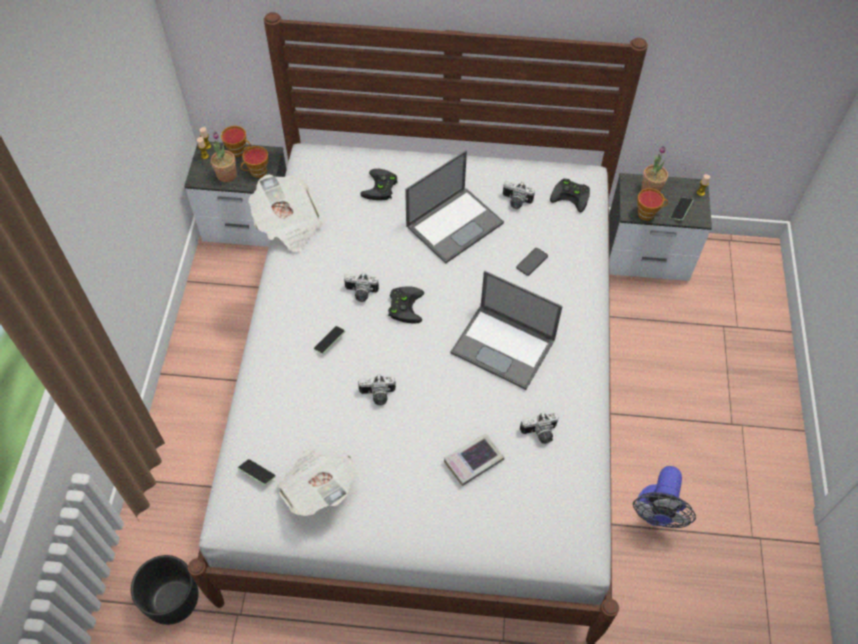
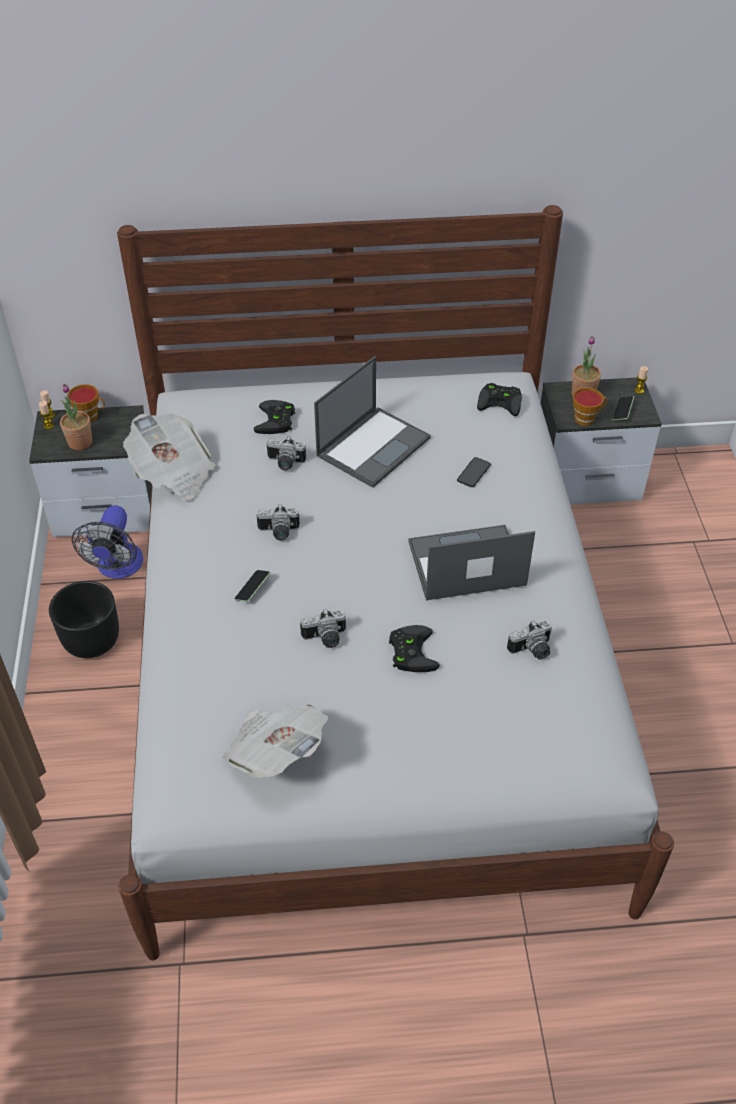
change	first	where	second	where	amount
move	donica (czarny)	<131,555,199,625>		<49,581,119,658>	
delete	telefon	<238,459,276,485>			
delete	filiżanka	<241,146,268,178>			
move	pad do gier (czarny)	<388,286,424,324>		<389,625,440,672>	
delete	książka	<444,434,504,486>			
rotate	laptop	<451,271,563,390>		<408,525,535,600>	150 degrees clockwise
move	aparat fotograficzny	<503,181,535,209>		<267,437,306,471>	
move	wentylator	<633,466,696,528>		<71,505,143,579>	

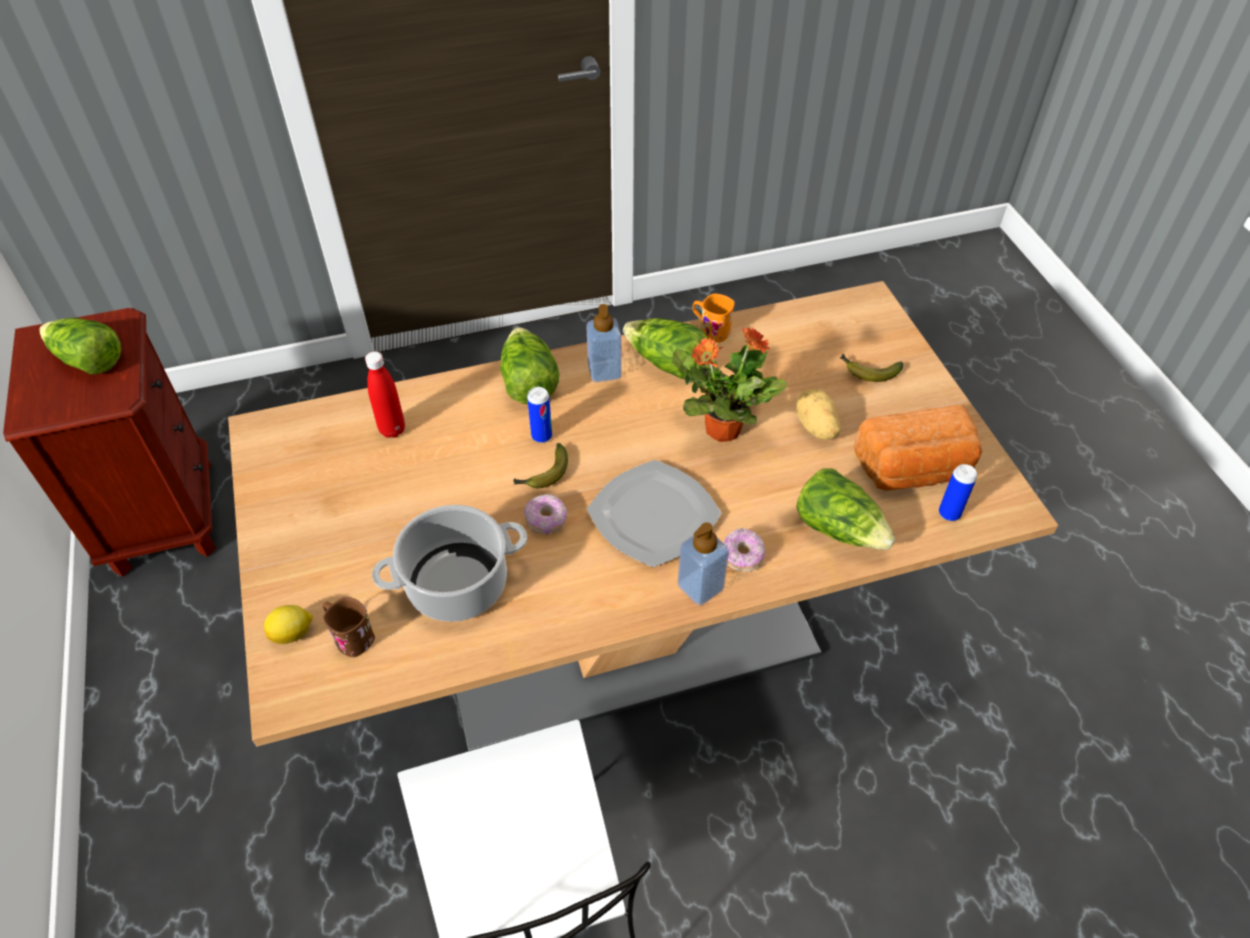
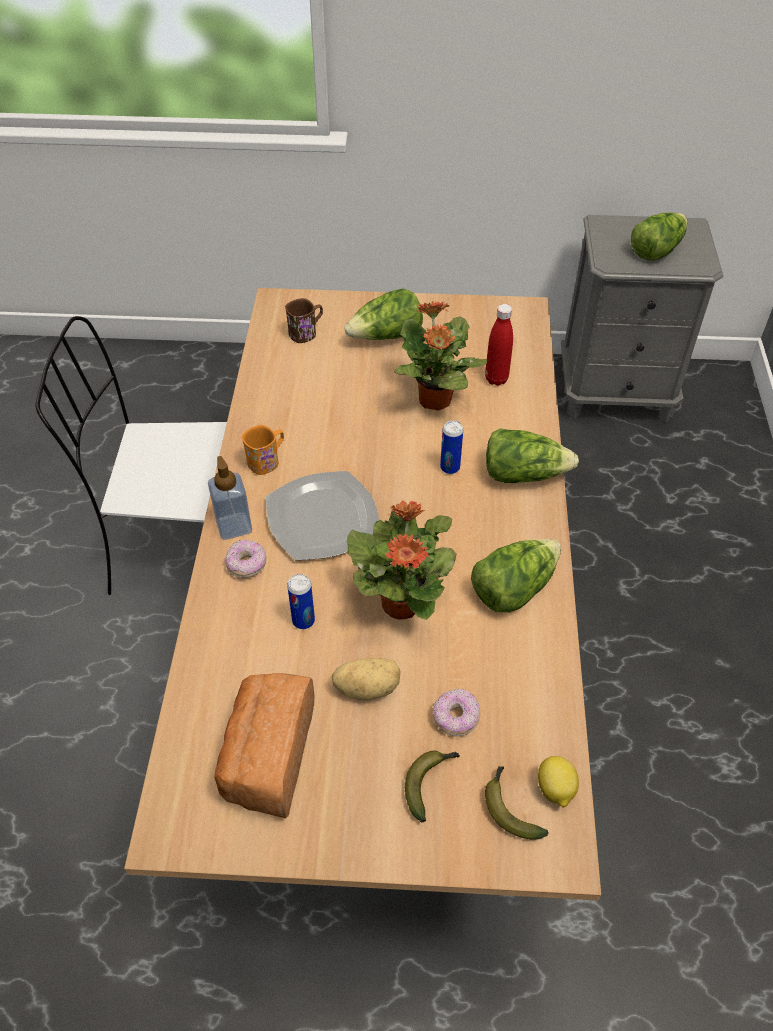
change	first	where	second	where	amount
recolor	szafka nocna (brązowy)	<3,308,216,576>	szafka nocna (szary)	<561,215,723,422>	
move	cytryna	<264,605,313,644>		<538,756,579,808>	
delete	garnek	<372,505,527,622>			
move	banan	<513,443,568,488>		<485,766,549,840>	
move	donut	<524,494,568,535>		<433,689,480,737>	
delete	dozownik mydła	<586,304,622,382>			
move	kubek (pomarańczowy)	<693,294,735,342>		<242,425,284,475>	
move	sałata	<796,468,895,550>		<344,288,423,340>	
move	puszka	<939,464,977,521>		<287,574,315,629>	
insert			roślina doniczkowa	<394,302,487,410>	

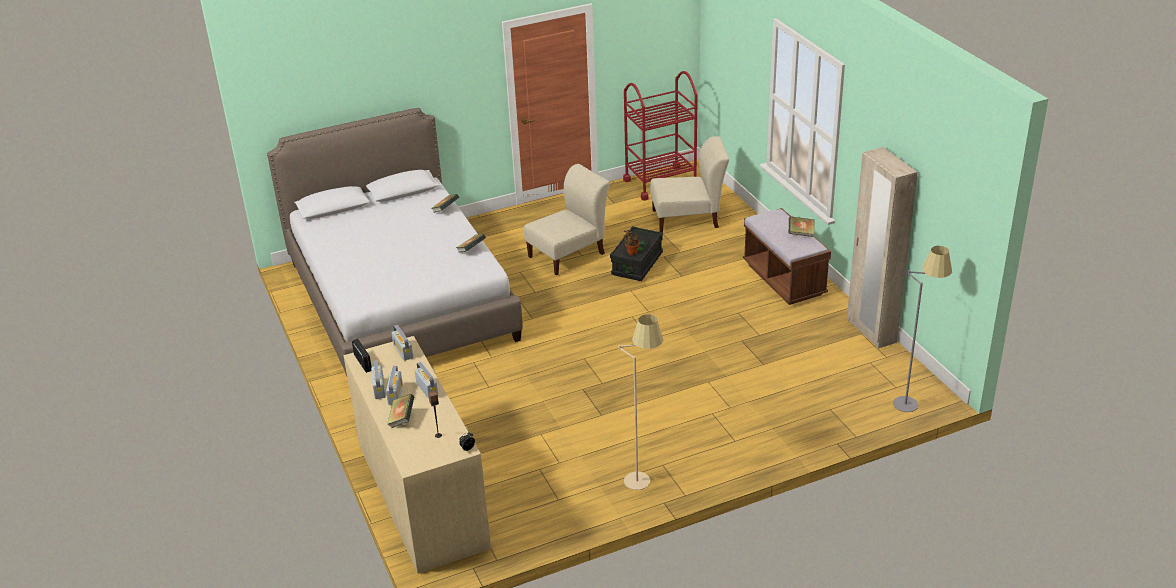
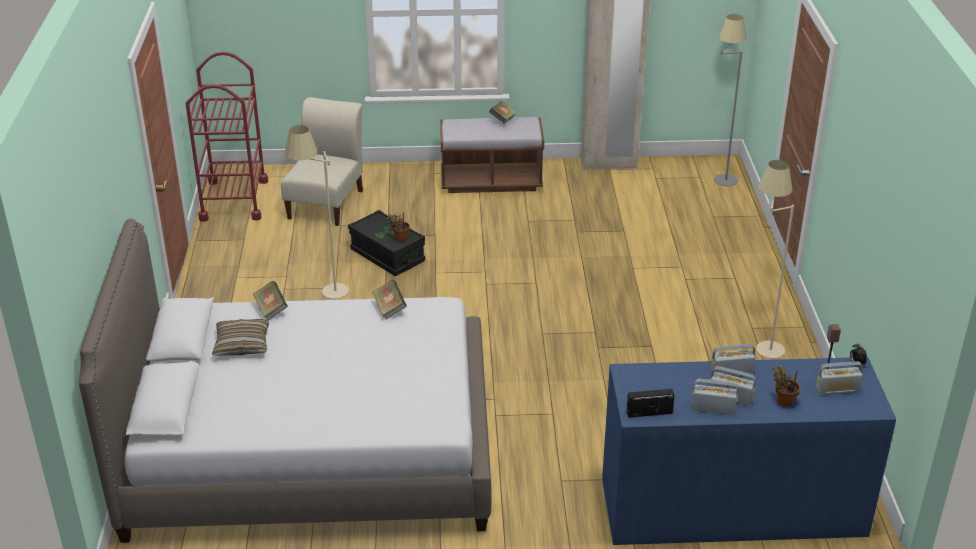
change	first	where	second	where	amount
recolor	komoda (beżowy)	<344,336,491,574>	komoda (niebieski)	<602,357,896,545>	
replace	książka	<387,394,414,428>	roślina doniczkowa	<772,364,800,406>	
move	radio	<392,325,413,361>		<816,361,863,395>	
replace	krzesło (beżowy)	<524,164,610,275>	lampa stojąca (beżowy)	<285,125,349,299>	
insert			poduszka	<212,319,269,356>	

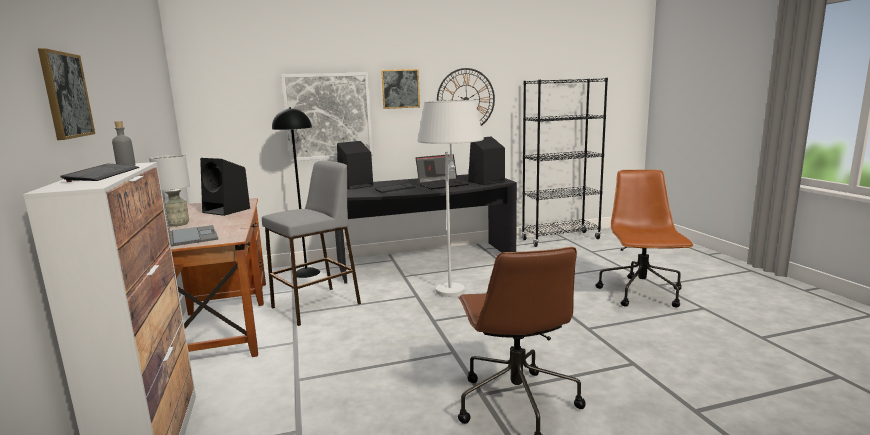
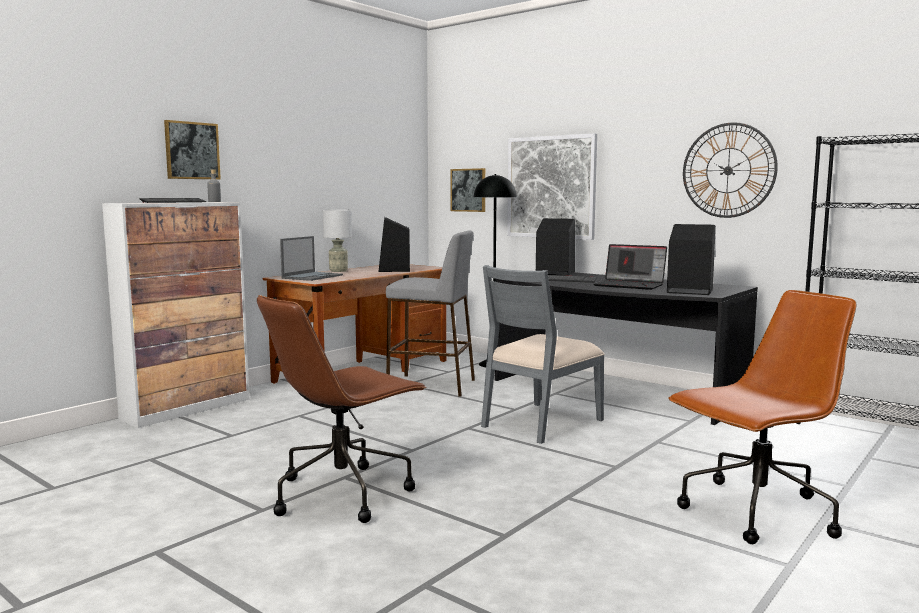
change	first	where	second	where	amount
move	obraz	<381,69,420,109>		<450,168,485,212>	
replace	lampa stojąca (biały)	<418,100,484,297>	krzesło (szary)	<481,265,605,444>	

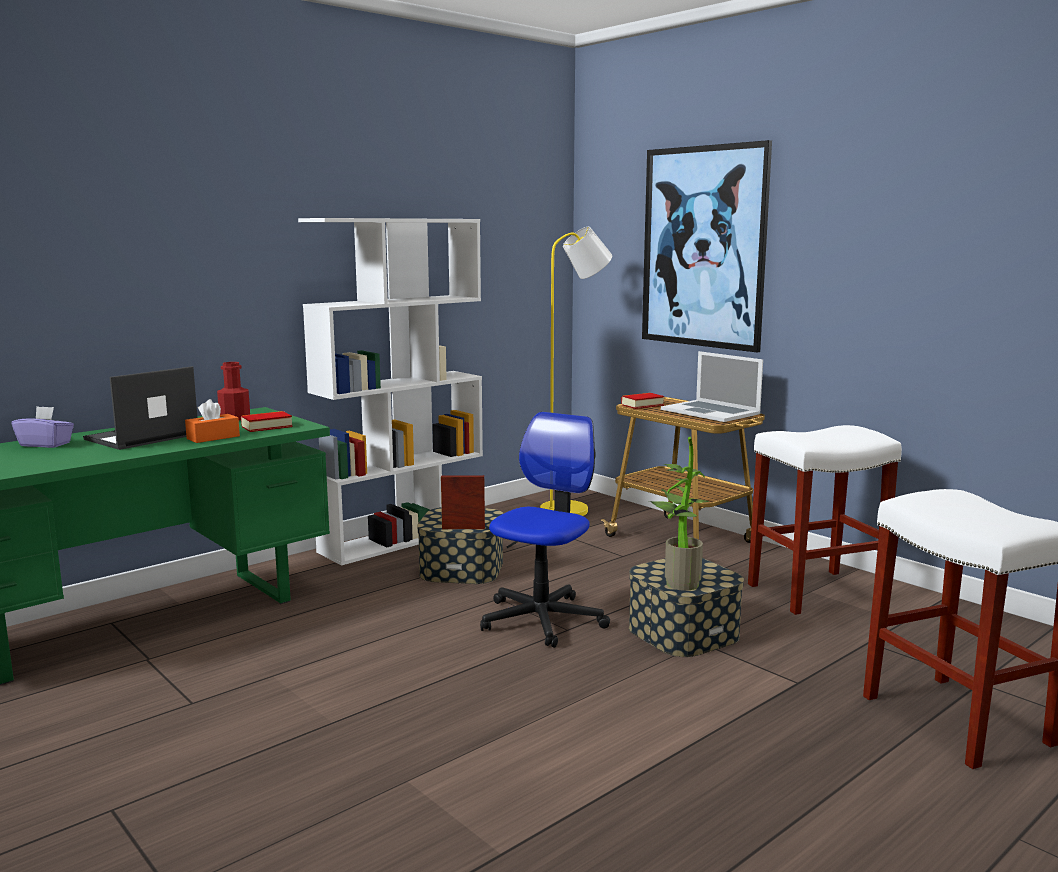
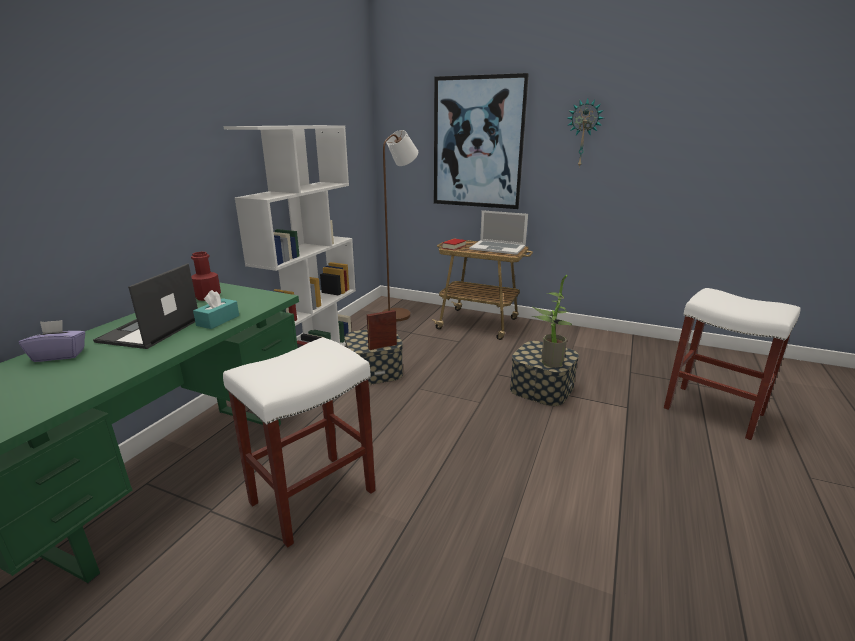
change	first	where	second	where	amount
recolor	pudełko chusteczek (pomarańczowy)	<185,399,240,443>	pudełko chusteczek (turkusowy)	<193,290,239,329>	
delete	książka	<241,411,293,432>			
delete	krzesło biurowe	<480,412,610,648>			
recolor	lampa stojąca (żółty)	<540,227,612,516>	lampa stojąca (brązowy)	<382,130,418,321>	
move	stołek (biały)	<748,425,902,615>		<223,337,376,548>	
insert			zegar ścienny	<567,98,604,167>	

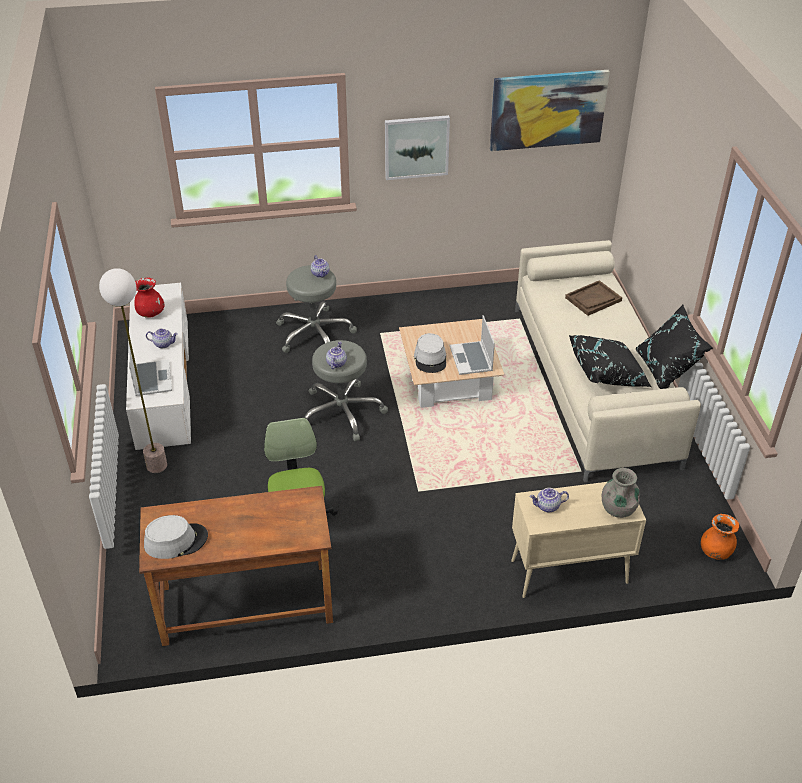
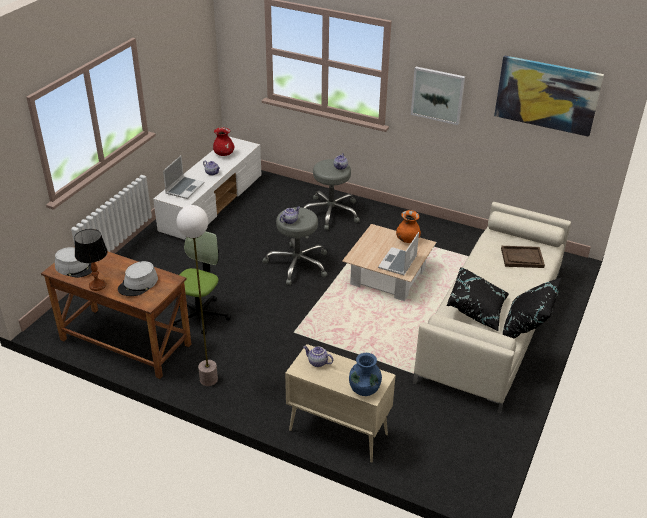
change	first	where	second	where	amount
move	lampa stojąca	<99,268,167,473>		<177,205,218,386>	
move	kapelusz (szary)	<414,333,447,373>		<118,261,158,296>	
recolor	wazon (szary)	<602,468,640,518>	wazon (niebieski)	<349,353,382,396>	
move	wazon (pomarańczowy)	<701,514,739,560>		<396,210,421,243>	
insert			lampa stołowa	<74,229,108,291>	

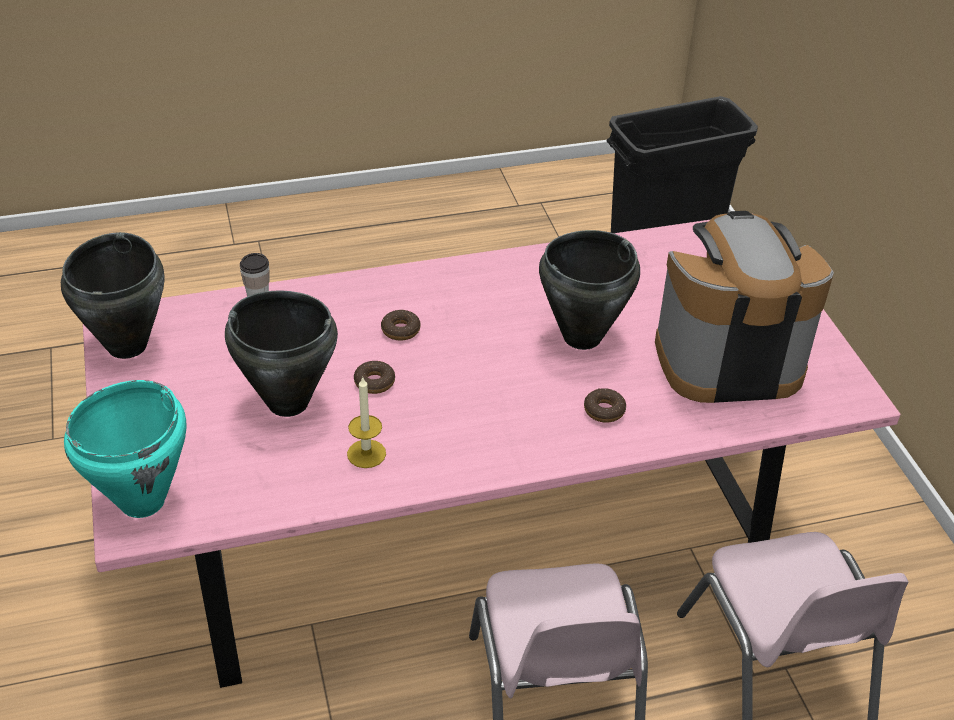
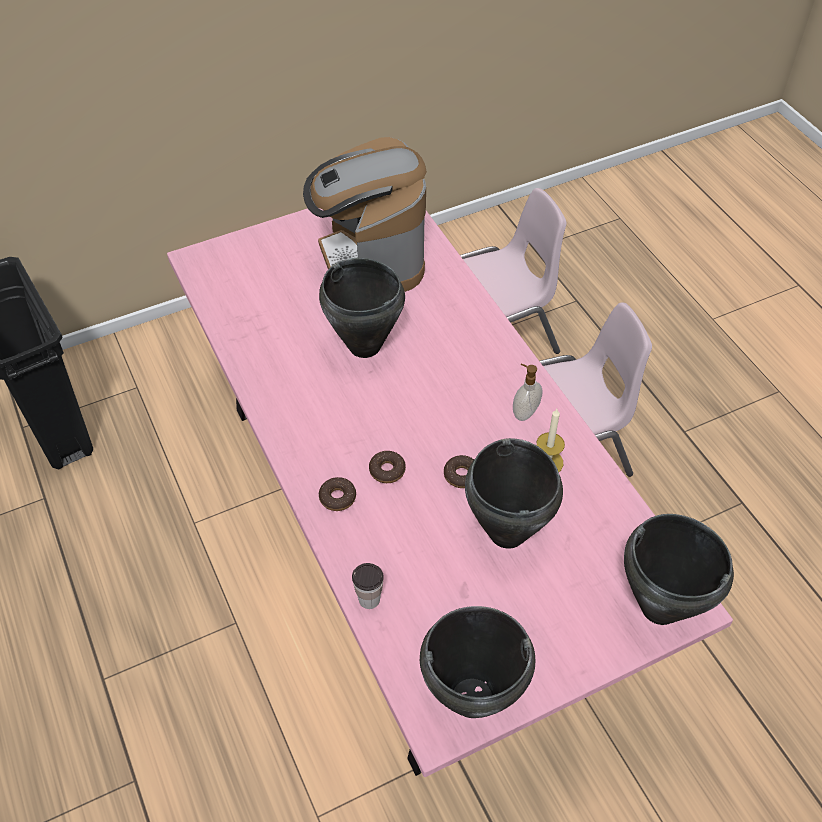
change	first	where	second	where	amount
recolor	garnek (turkusowy)	<64,380,187,518>	garnek (czarny)	<624,514,734,625>	
move	donut	<584,388,626,423>		<319,477,356,511>	
insert			dozownik mydła	<513,364,543,421>	

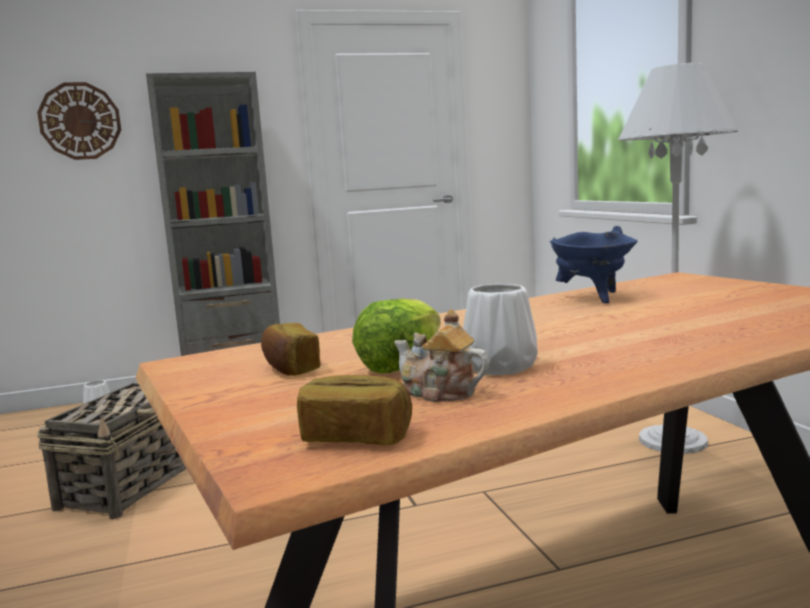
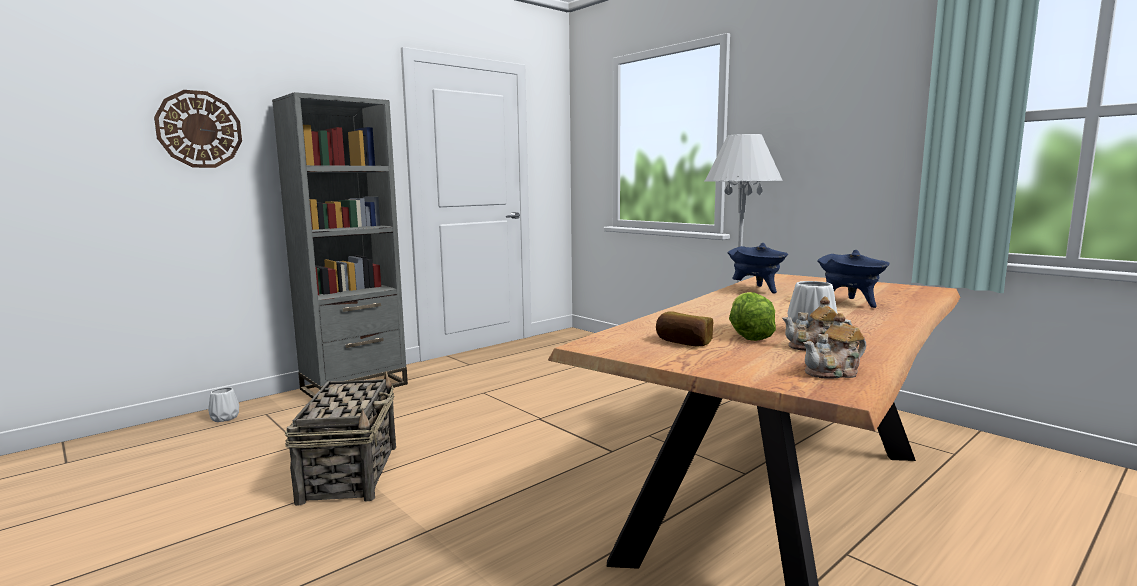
change	first	where	second	where	amount
replace	chleb	<297,375,412,445>	imbryk	<804,313,866,379>	
insert			garnek (niebieski)	<817,250,890,308>	

